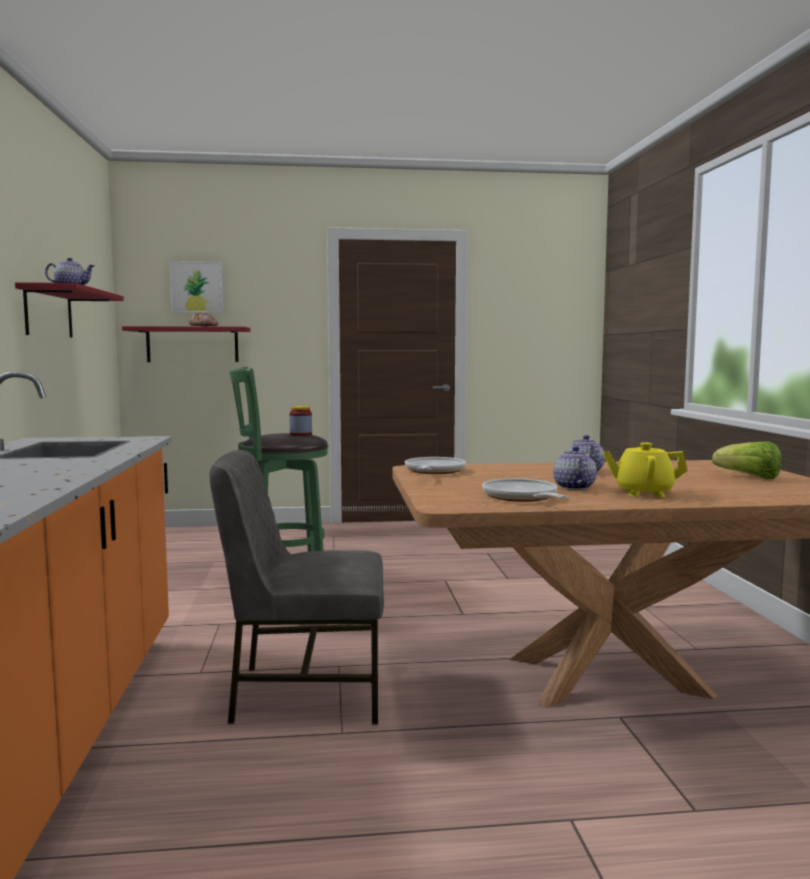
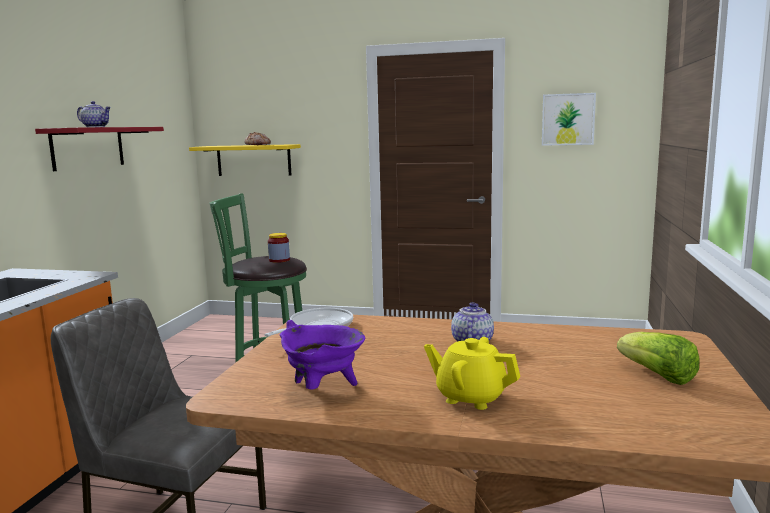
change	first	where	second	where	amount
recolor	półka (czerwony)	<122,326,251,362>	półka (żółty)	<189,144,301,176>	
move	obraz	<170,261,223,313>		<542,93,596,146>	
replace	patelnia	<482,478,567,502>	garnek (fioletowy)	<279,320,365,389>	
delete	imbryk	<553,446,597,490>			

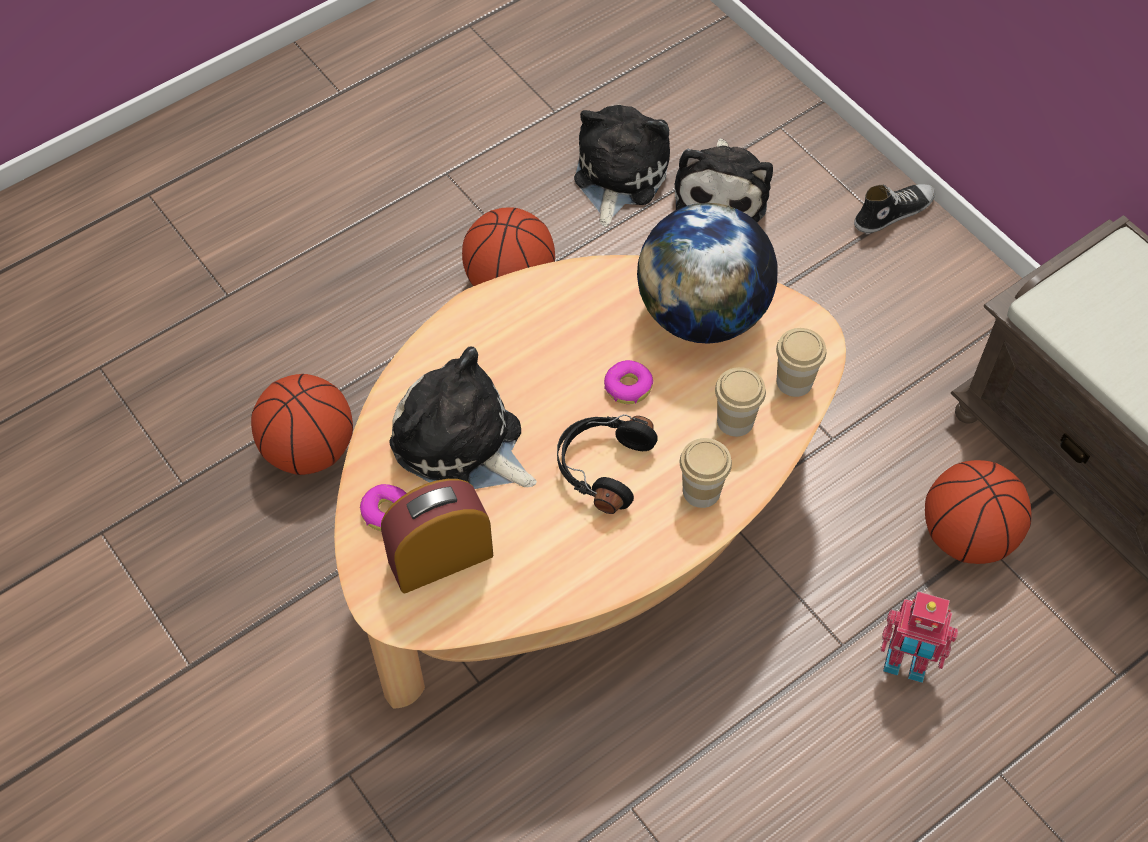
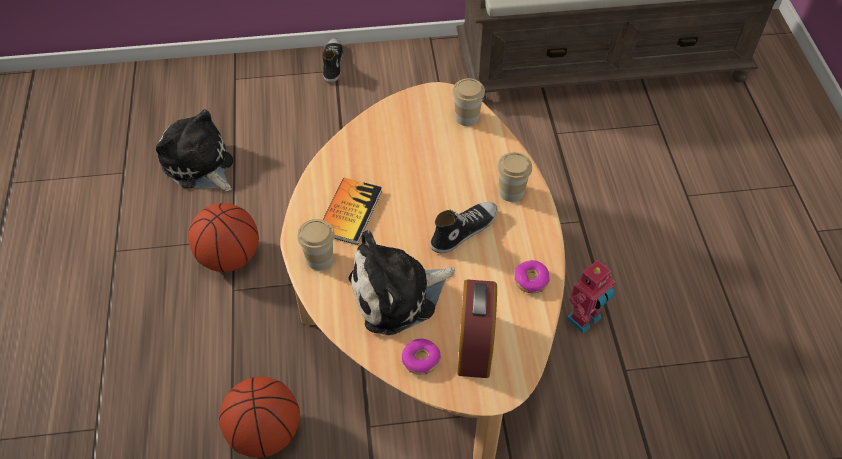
change	first	where	second	where	amount
replace	słuchawki (czarny)	<557,414,658,514>	but	<430,202,498,253>	
move	donut	<604,360,653,404>		<514,260,550,293>	
delete	globus	<637,203,777,344>			
delete	pluszak	<675,138,773,223>			
move	filiżanka	<715,367,766,437>		<297,219,335,270>	
move	robot zabawkowy	<881,591,958,683>		<566,260,615,334>	
delete	piłka do koszykówki	<925,460,1031,564>			
insert			książka	<323,178,382,245>	

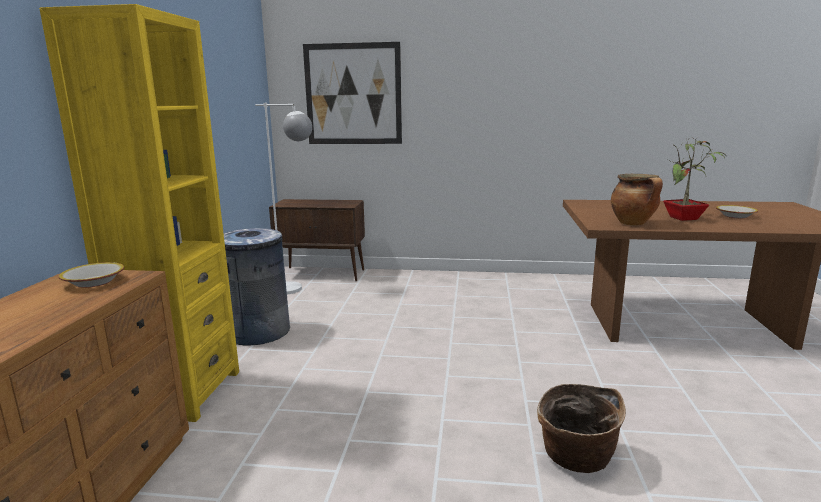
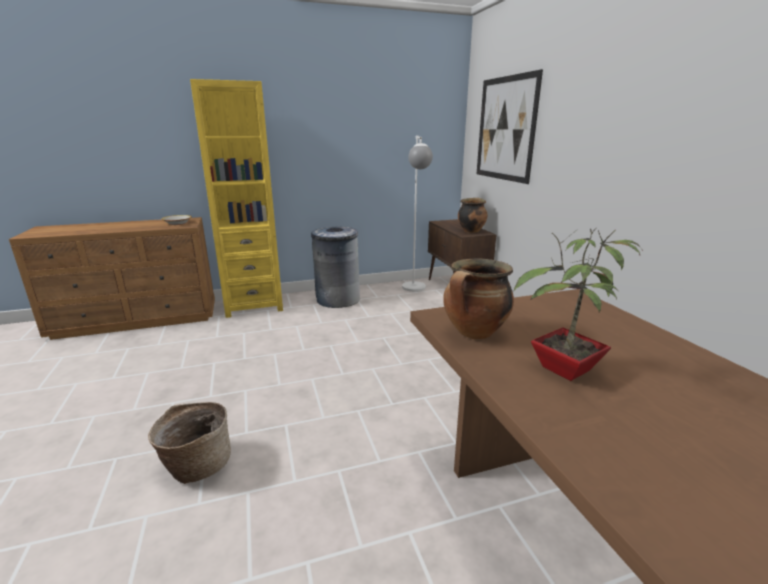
change	first	where	second	where	amount
delete	miska	<716,205,758,218>			
insert			garnek	<458,198,487,233>	

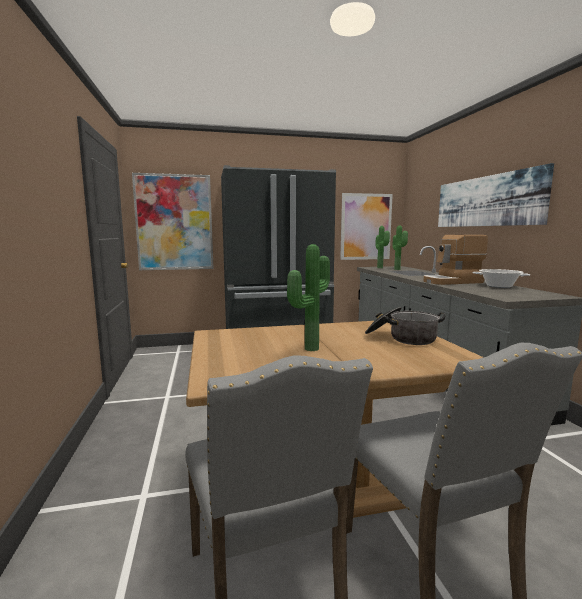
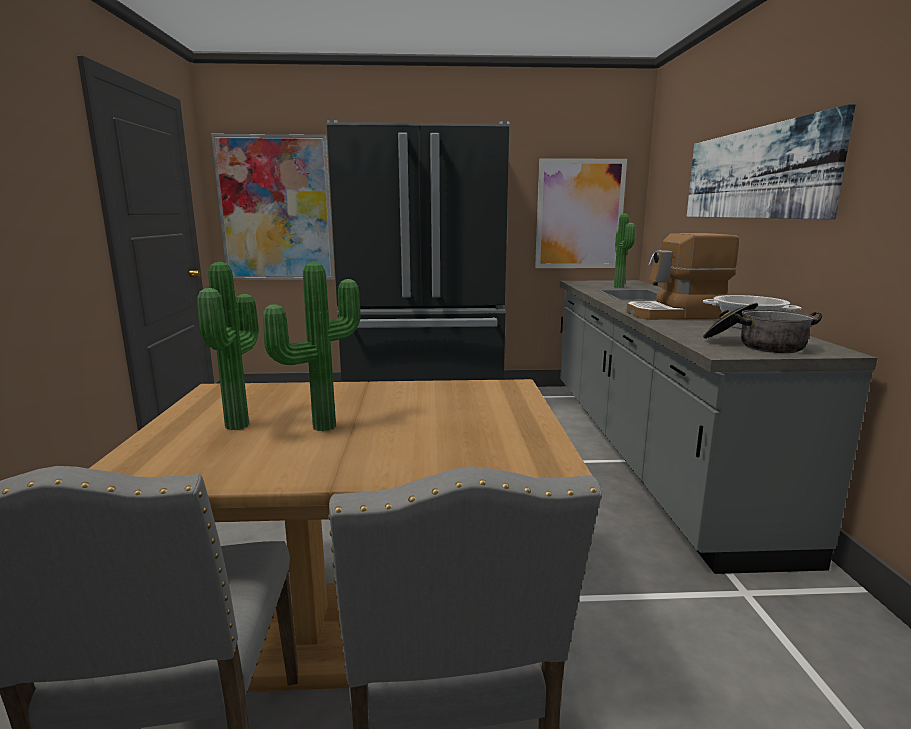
change	first	where	second	where	amount
move	garnek	<365,307,445,345>		<703,303,822,353>	
move	roślina doniczkowa	<375,226,390,268>		<197,262,259,430>	

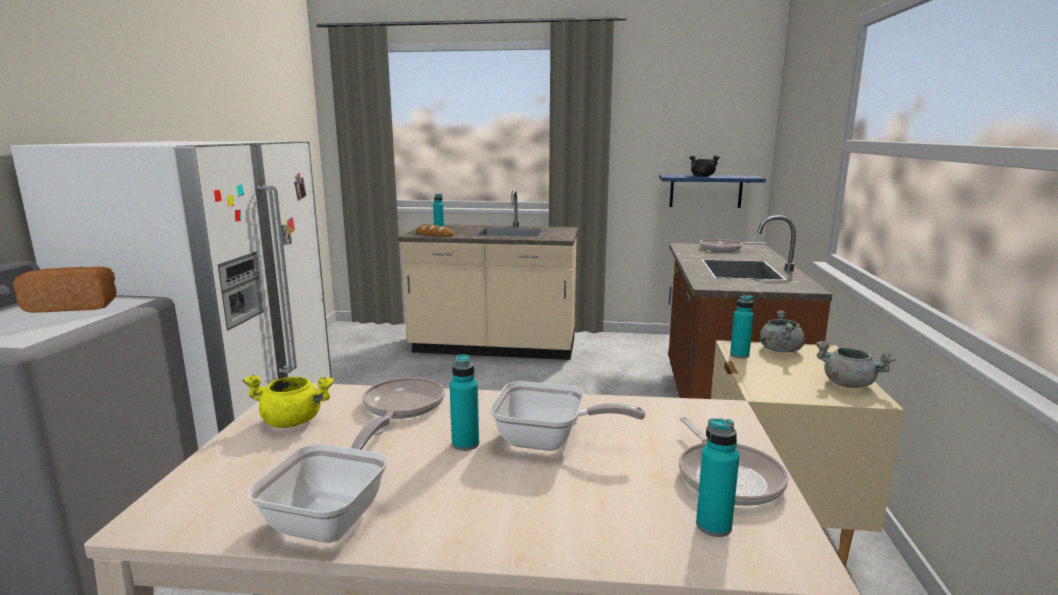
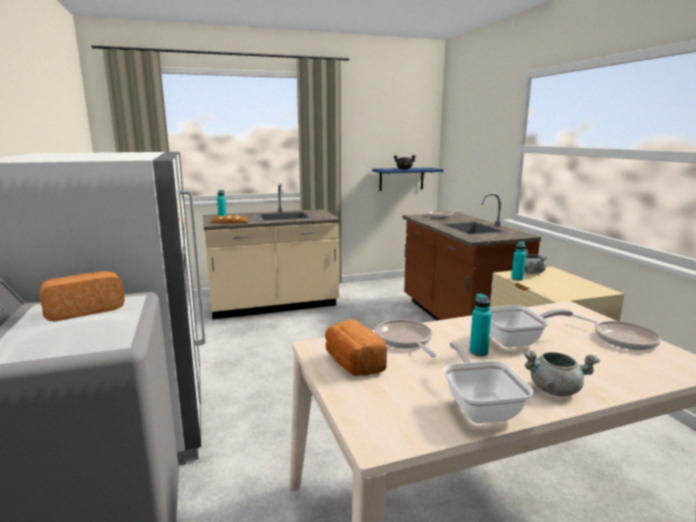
change	first	where	second	where	amount
replace	garnek (żółty)	<243,375,334,428>	chleb	<325,320,387,376>	
delete	butelka (turkusowy)	<696,418,740,537>			
move	garnek (szary)	<816,341,896,388>		<524,351,600,396>	

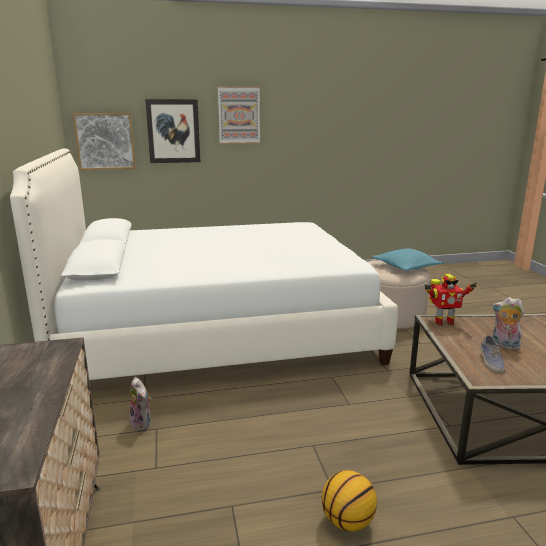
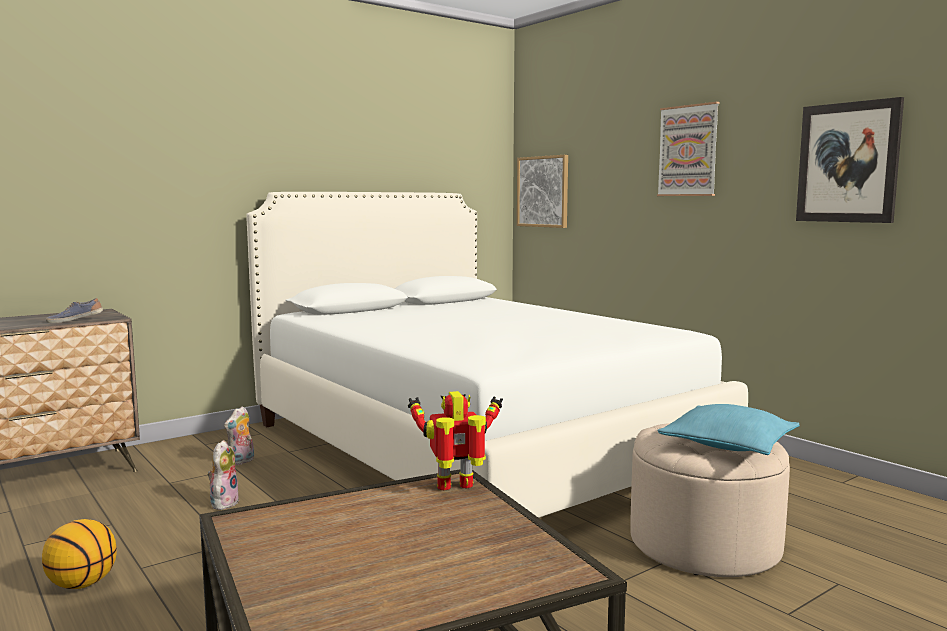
change	first	where	second	where	amount
move	obraz	<145,99,200,163>		<796,97,904,223>	
rotate	robot zabawkowy	<425,274,477,325>		<408,391,503,490>	105 degrees clockwise
move	but	<480,335,506,373>		<46,298,103,323>	
move	pluszak	<492,297,524,350>		<208,440,239,510>	

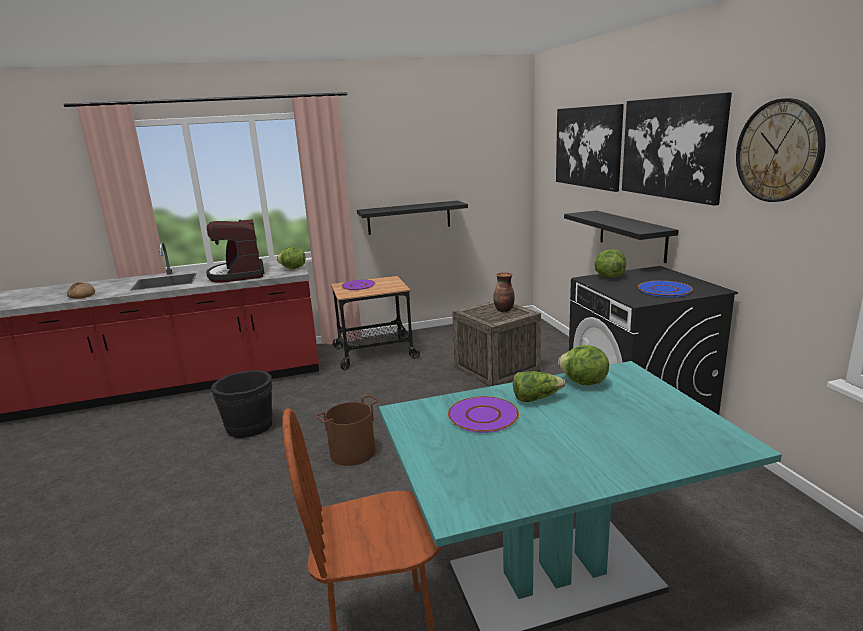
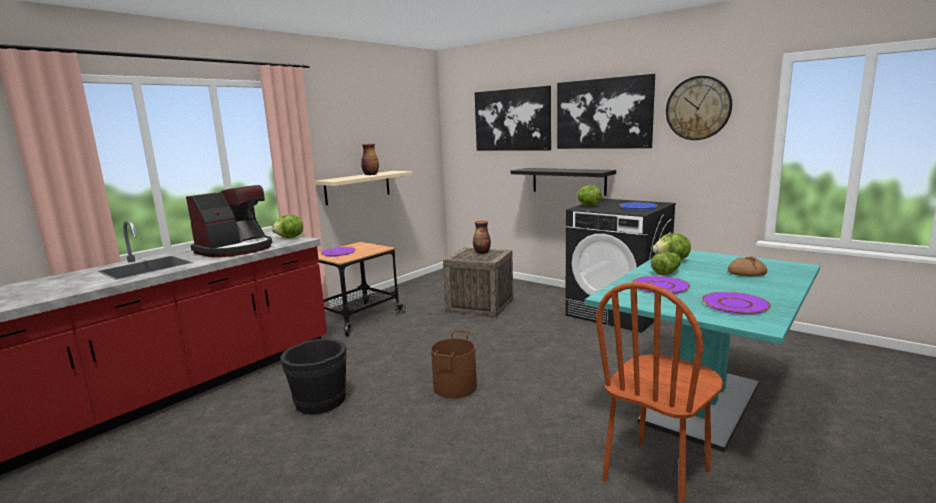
change	first	where	second	where	amount
move	chleb	<67,282,95,299>		<728,257,767,276>	
rotate	ekspres do kawy	<206,219,265,282>		<186,185,272,257>	90 degrees counterclockwise
recolor	półka (czarny)	<357,201,468,235>	półka (beżowy)	<315,171,413,205>	
insert			wazon	<361,143,379,175>	
insert			talerz (fioletowy)	<702,292,771,315>	

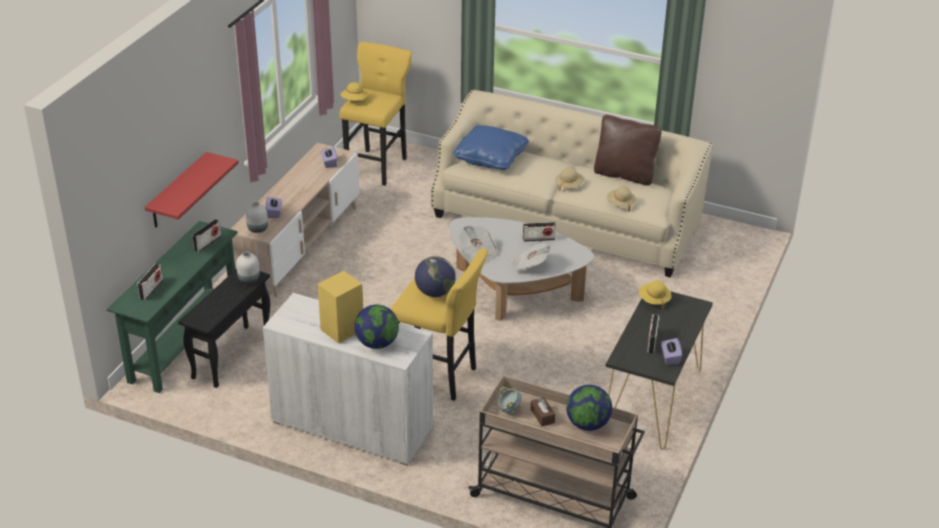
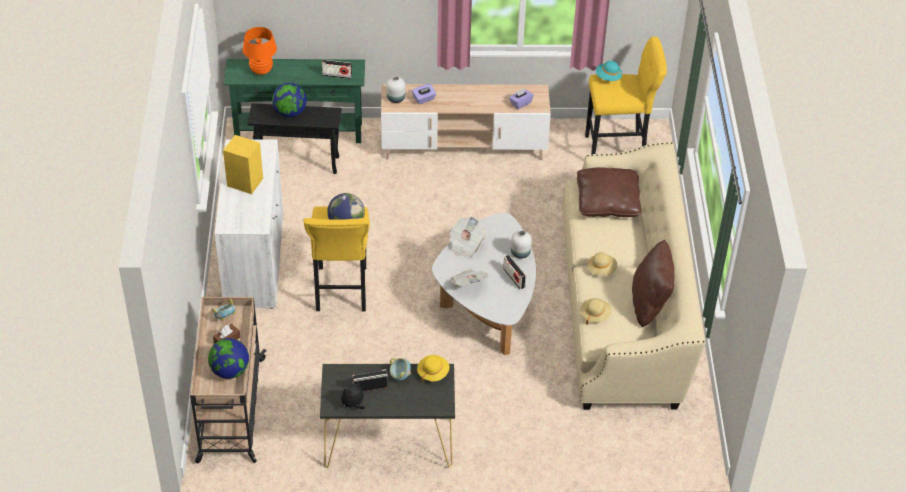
change	first	where	second	where	amount
replace	radio	<137,264,163,300>	lampa stołowa (pomarańczowy)	<242,27,277,75>	
delete	półka (czerwony)	<144,152,239,228>			
move	wazon (biały)	<236,252,260,284>		<511,230,532,258>	
recolor	kapelusz (żółty)	<340,82,368,101>	kapelusz (turkusowy)	<596,61,623,81>	
move	globus	<354,305,399,349>		<272,83,307,117>	
recolor	poduszka (niebieski)	<453,125,529,170>	poduszka (brązowy)	<577,167,642,217>	
replace	pudełko chusteczek (fioletowy)	<661,338,682,365>	pluszak	<341,382,365,409>	
insert			miska	<390,358,411,381>	

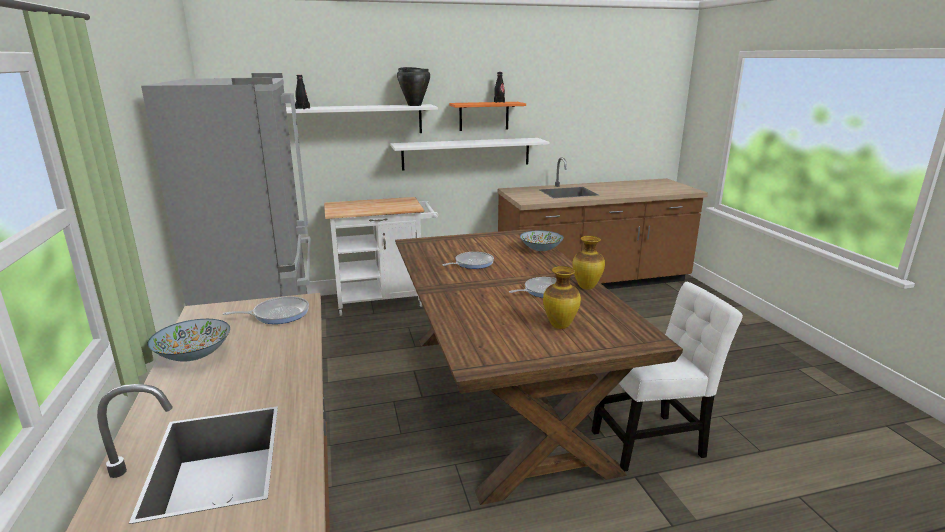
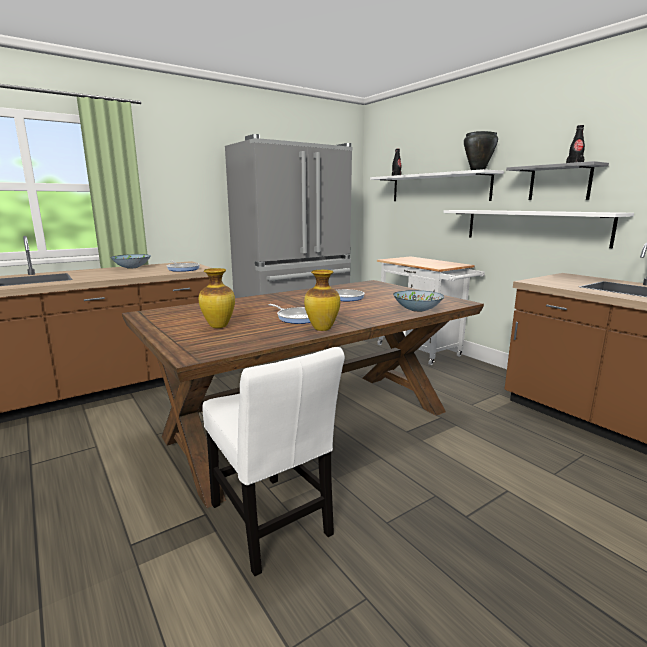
change	first	where	second	where	amount
recolor	półka (pomarańczowy)	<449,102,526,131>	półka (szary)	<506,161,609,200>	

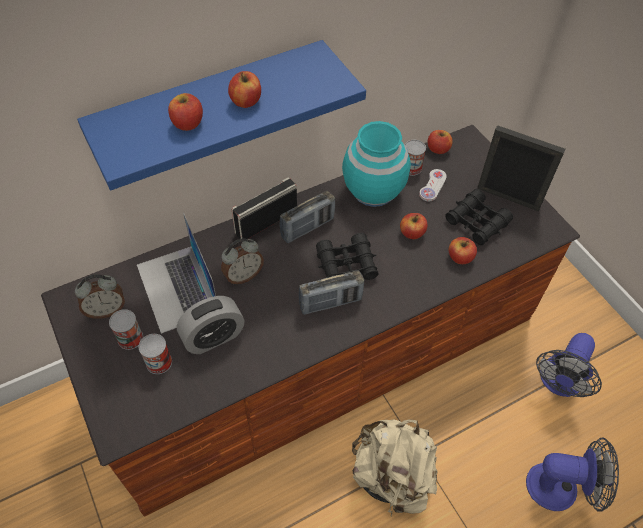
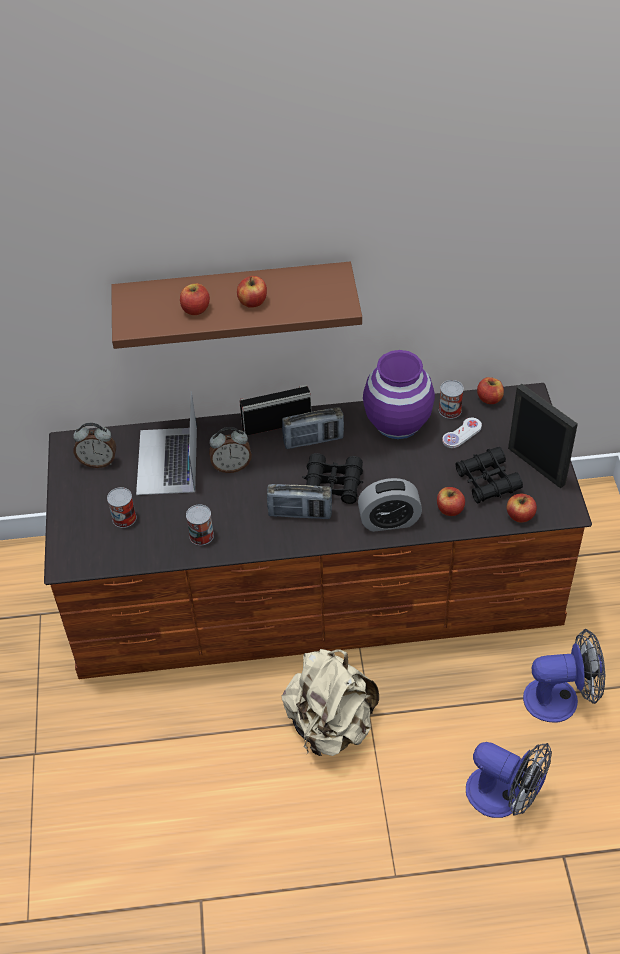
change	first	where	second	where	amount
recolor	półka (niebieski)	<77,40,366,190>	półka (brązowy)	<111,262,362,349>	
move	puszka	<109,309,143,350>		<186,504,214,545>	
move	budzik	<176,296,245,354>		<358,478,422,532>	
recolor	wazon (turkusowy)	<342,121,411,207>	wazon (fioletowy)	<363,350,435,439>	
move	jabłko	<400,213,428,239>		<507,494,537,523>	
rotate	wentylator	<536,333,602,397>		<523,629,605,723>	150 degrees counterclockwise

